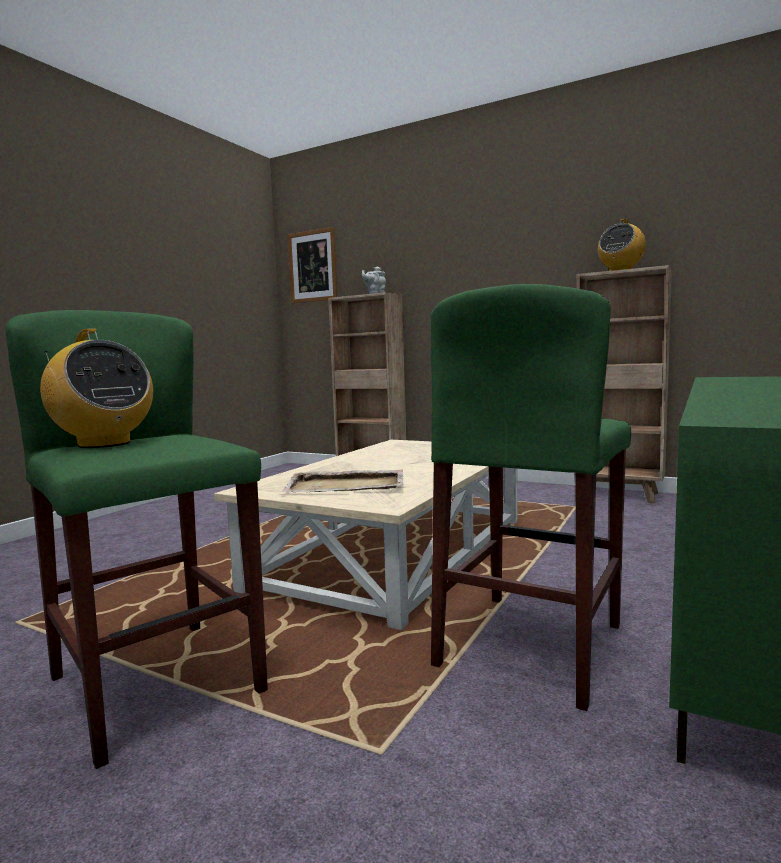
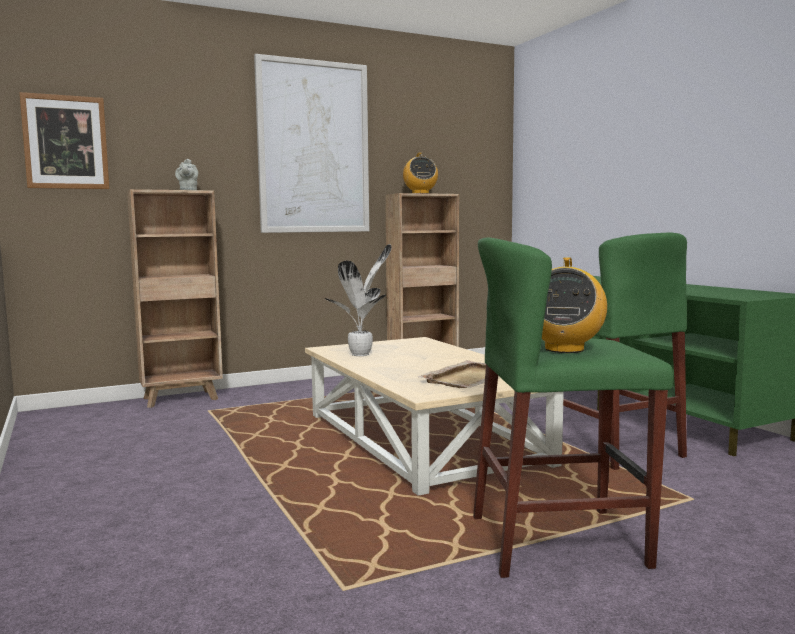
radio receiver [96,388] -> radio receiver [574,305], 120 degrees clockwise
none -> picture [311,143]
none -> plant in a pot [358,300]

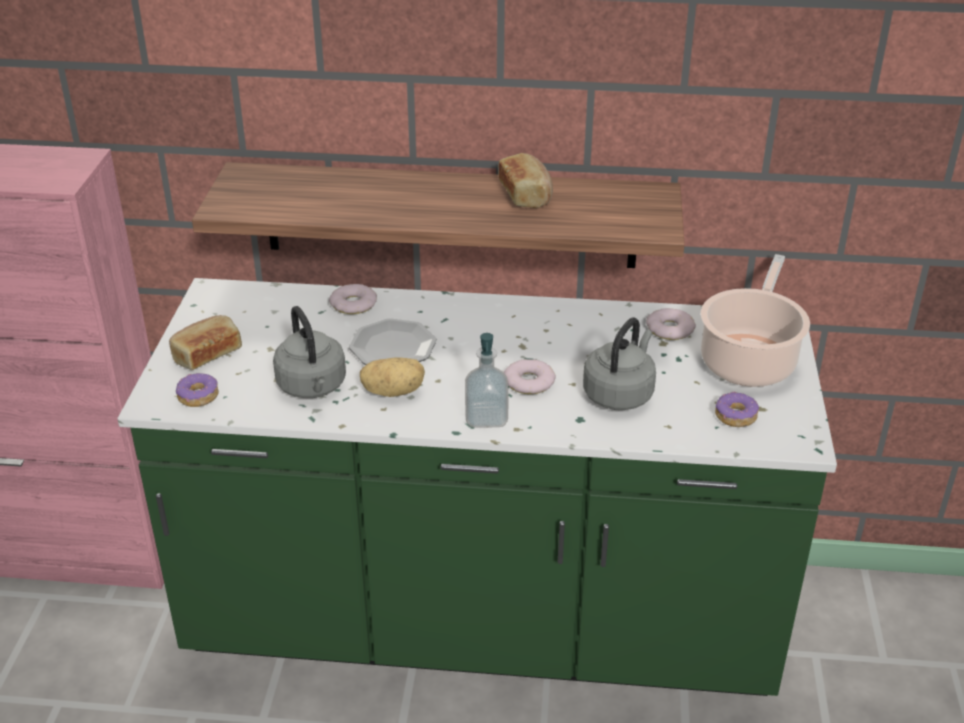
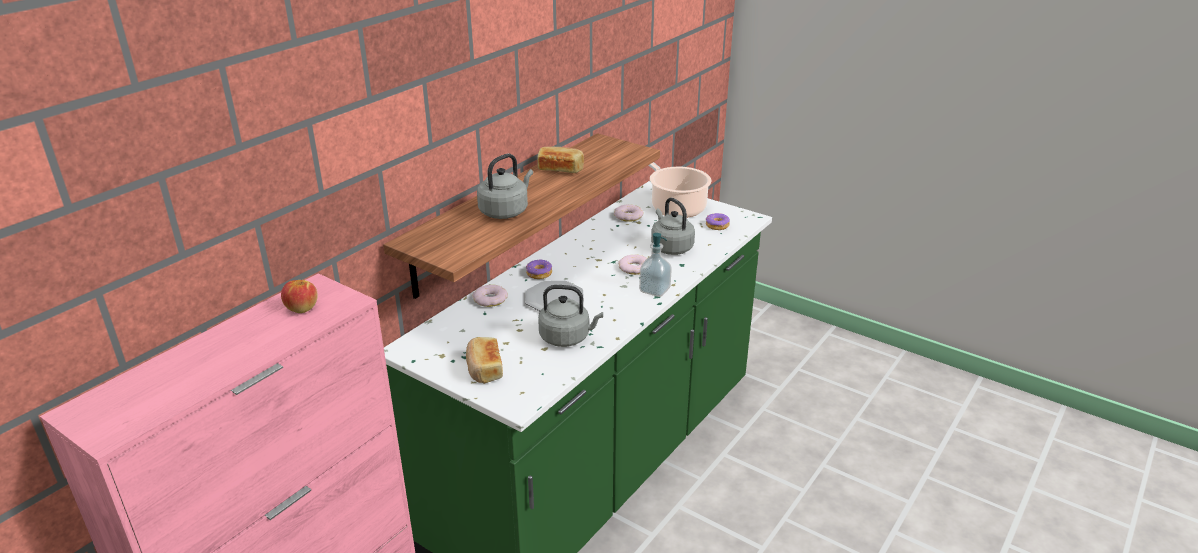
spud [392,377] -> none
doughnut [197,390] -> doughnut [539,269], relocated
none -> kettle (grey) [505,186]
none -> whole apple [299,296]

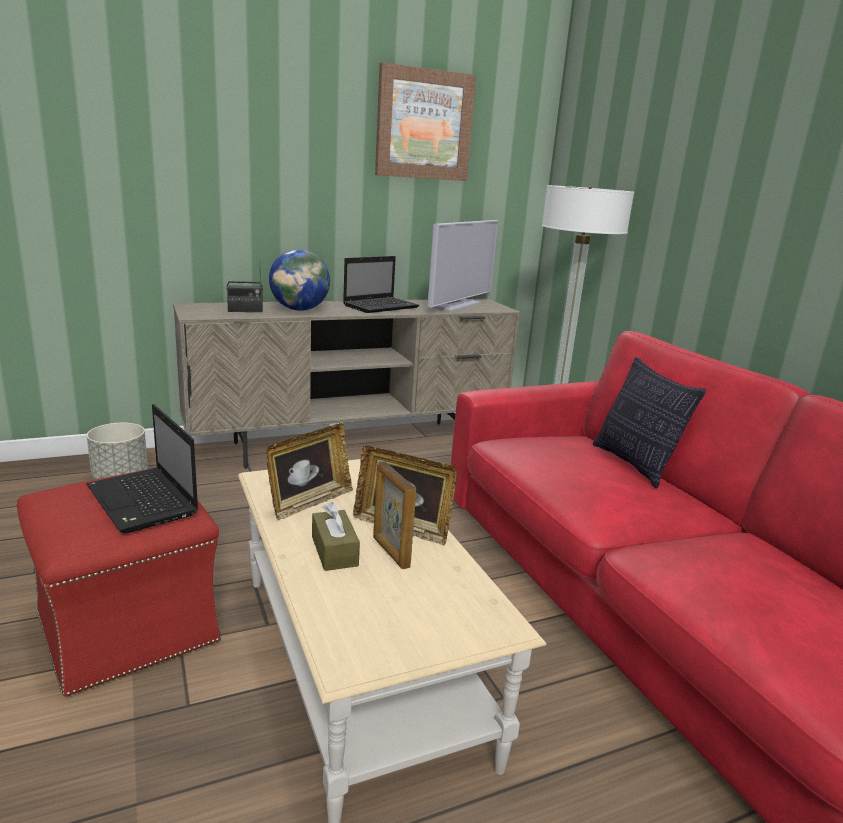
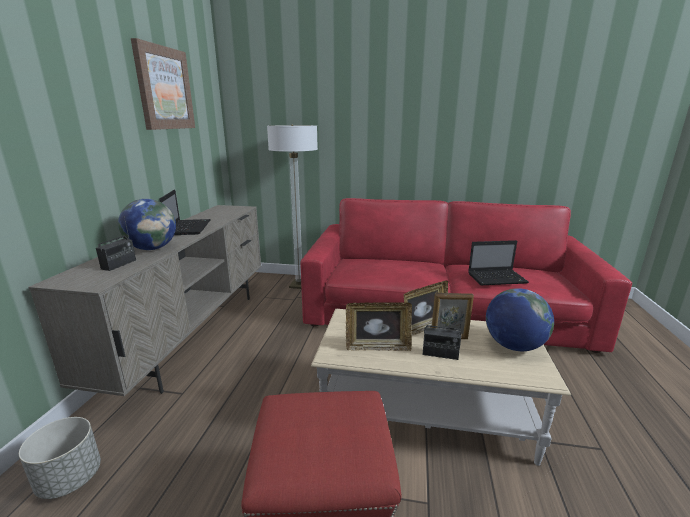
TV [462,265] -> none
cushion [649,422] -> none
notebook computer [142,469] -> notebook computer [498,262], relocated
picture frame [309,471] -> picture frame [379,326], 105 degrees clockwise
tissue holder (brownish) [336,536] -> radio receiver [442,337]
none -> globe [520,319]

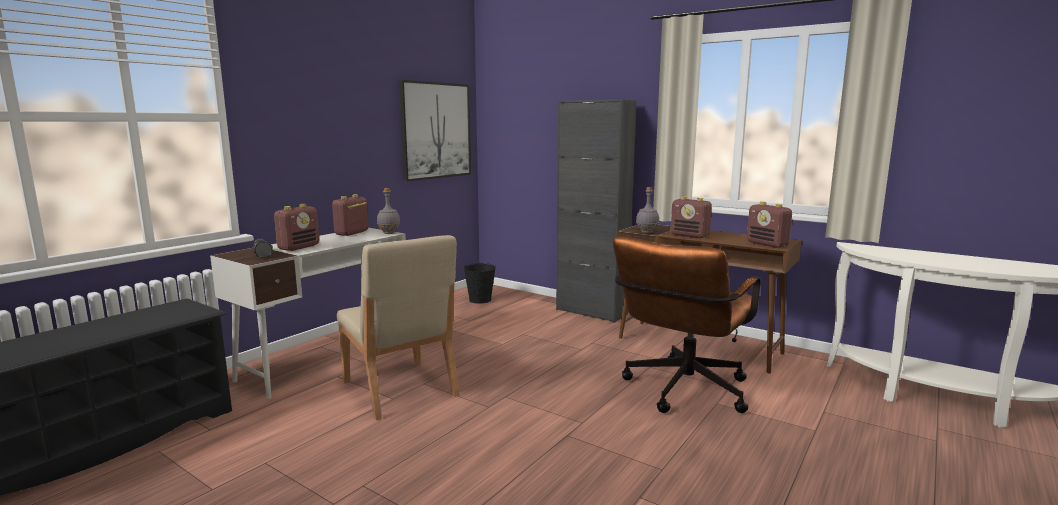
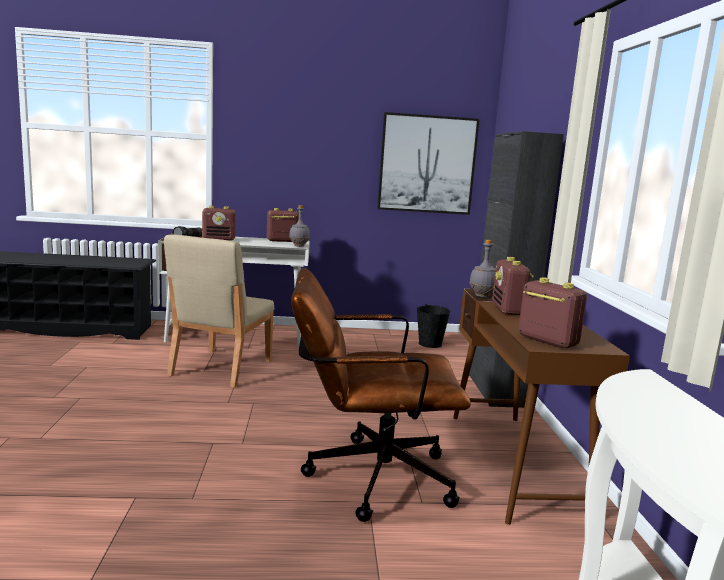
radio receiver [769,225] -> radio receiver [552,312], 120 degrees clockwise

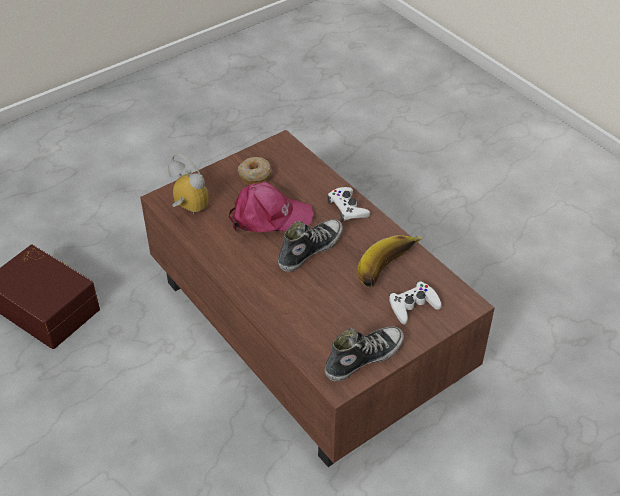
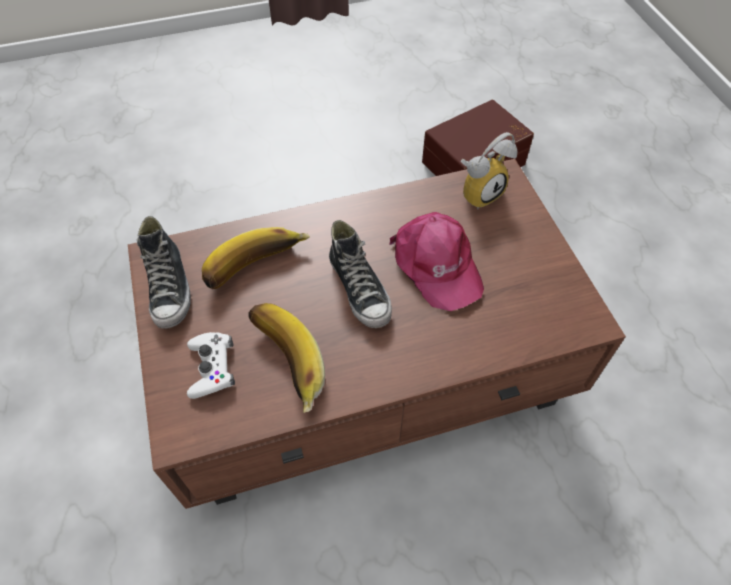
doughnut [255,171] -> none
cap (pinkish) [271,207] -> cap (pinkish) [437,261], 45 degrees counterclockwise
gamepad (white) [348,204] -> none
none -> banana fruit [256,258]

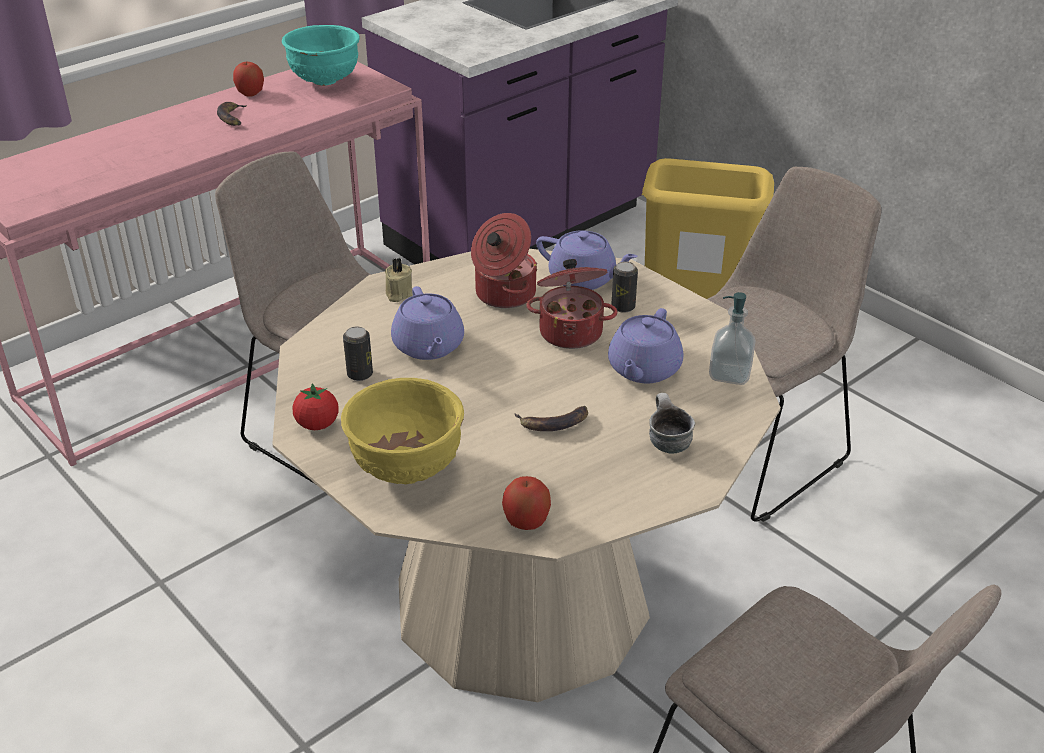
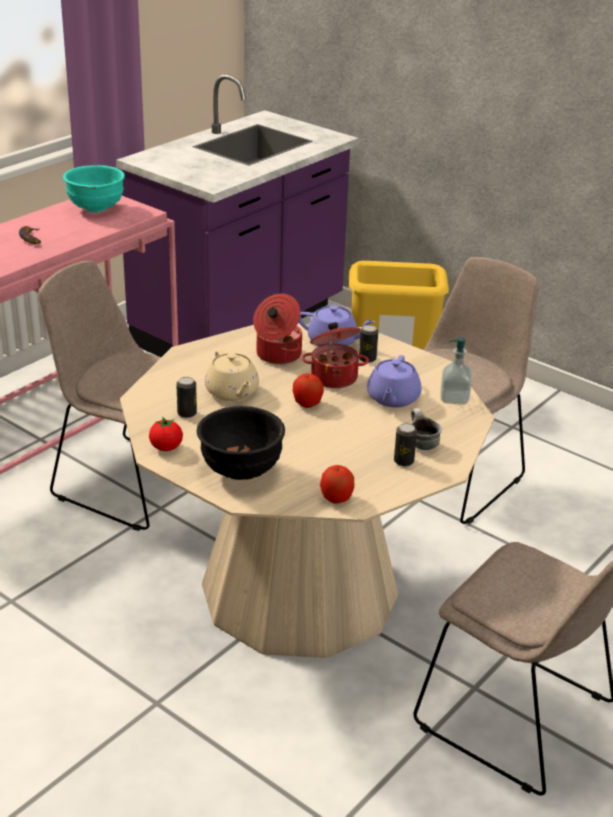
whole apple [248,79] -> whole apple [308,391], relocated
wax light (beige-coloured) [399,280] -> none
teapot (purple) [427,323] -> teapot (beige-coloured) [232,375]
deep dish (yellowish) [402,431] -> deep dish (black-coloured) [241,443]
banana fruit [551,418] -> none
none -> sealed can [405,444]

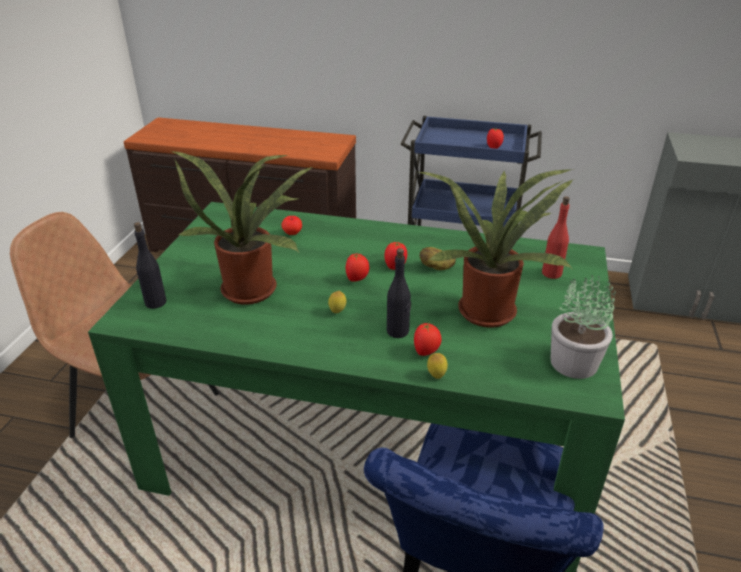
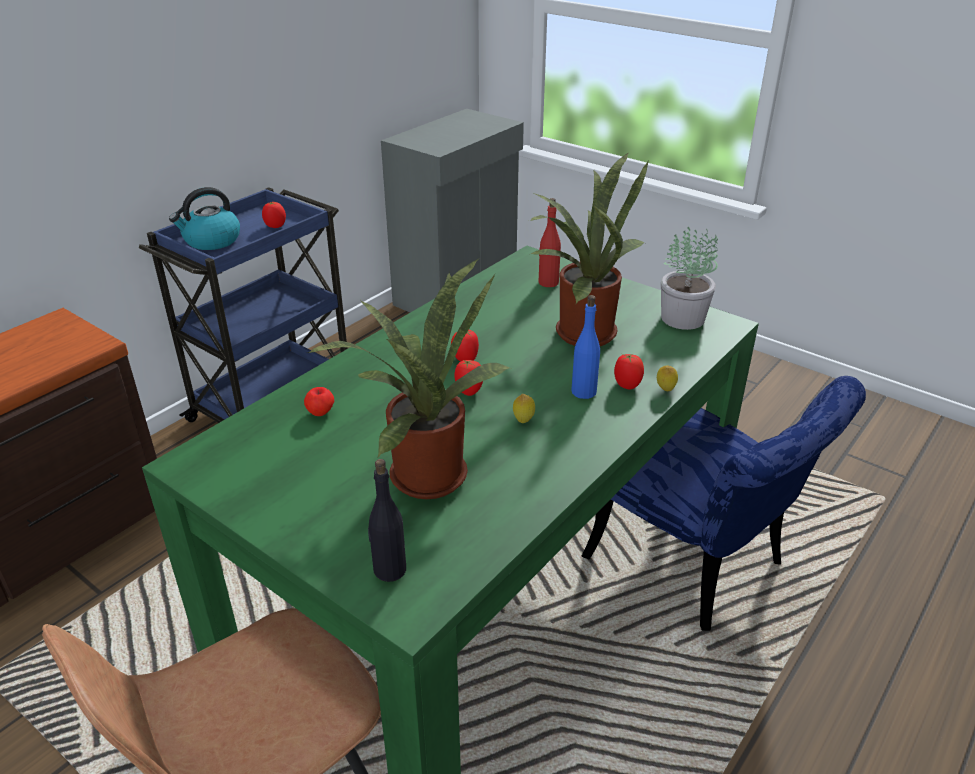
spud [437,258] -> none
bottle (black-coloured) [399,293] -> bottle (bluish) [586,347]
none -> kettle [204,218]

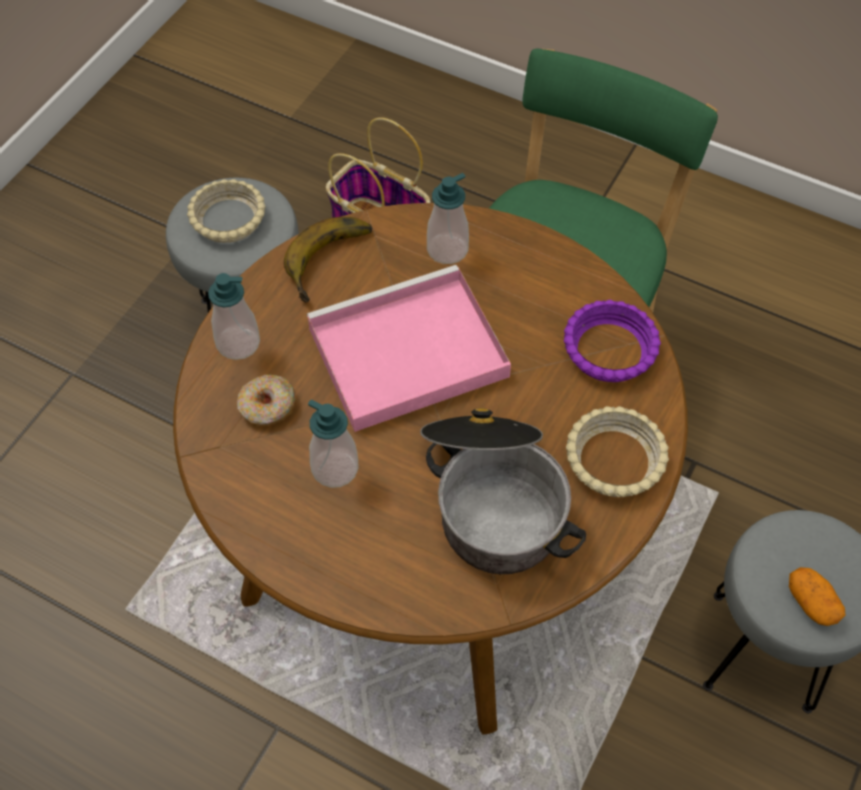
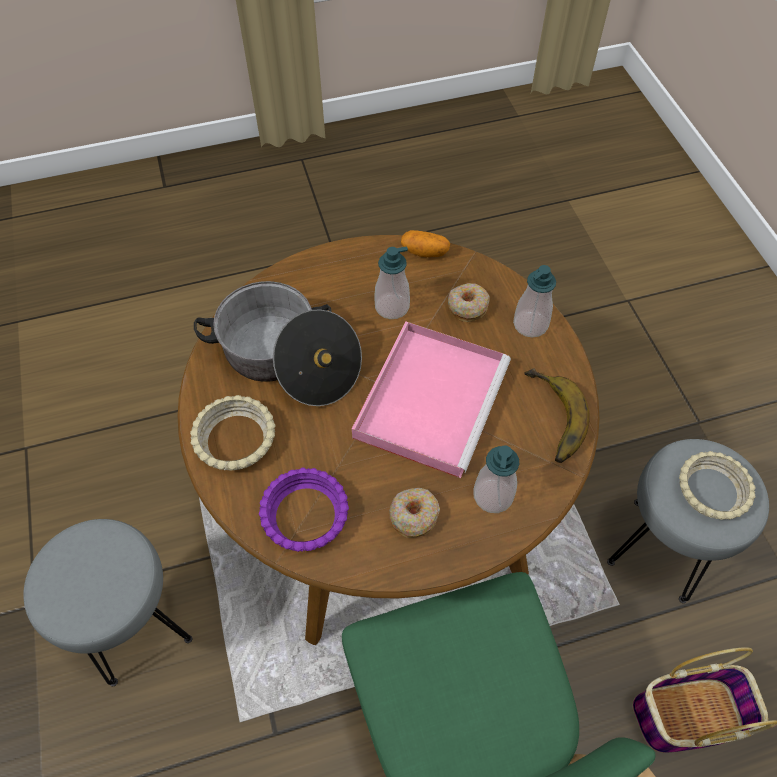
spud [817,596] -> spud [425,243], relocated
none -> doughnut [414,513]

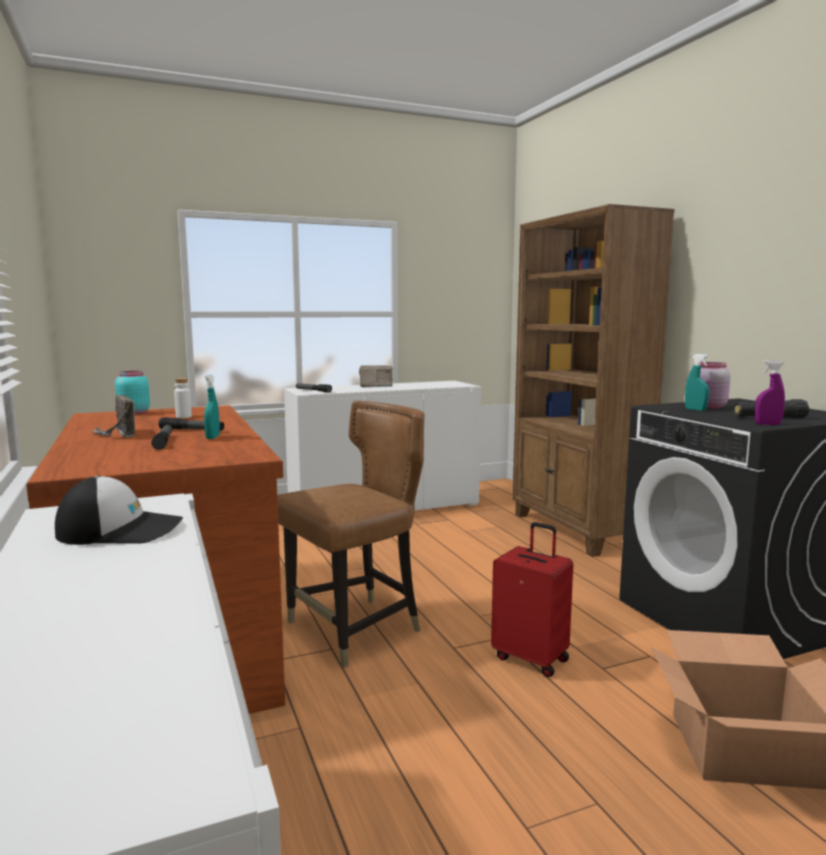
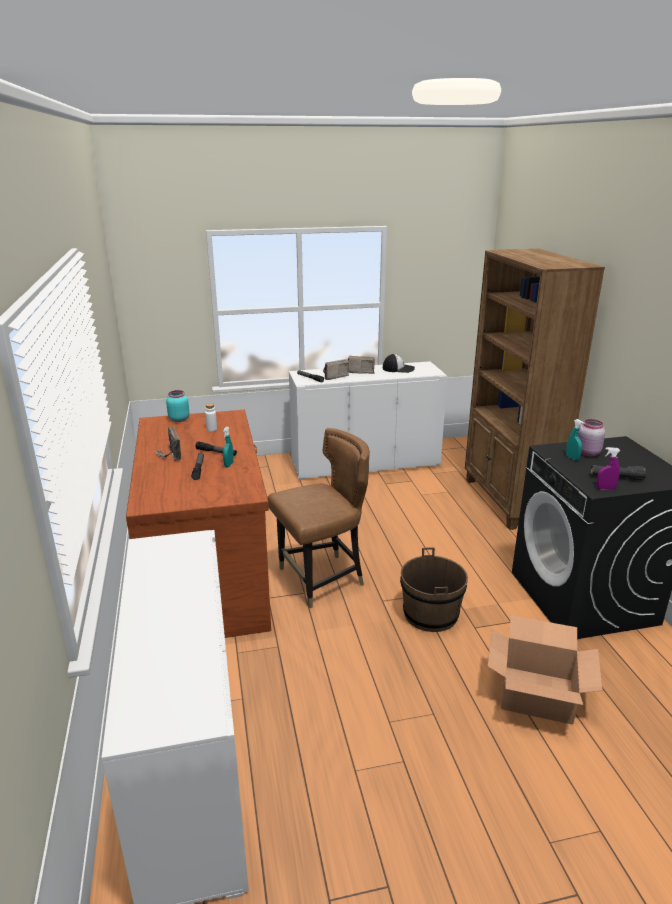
cap [119,510] -> cap [399,363], relocated
travel case (red-coloured) [532,599] -> pail (brownish) [434,590]
none -> radio receiver [336,369]

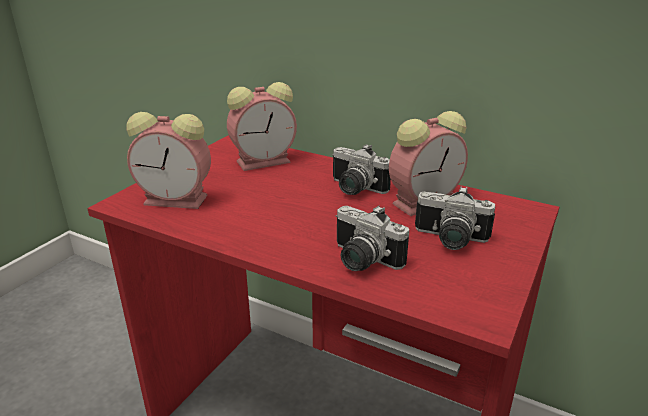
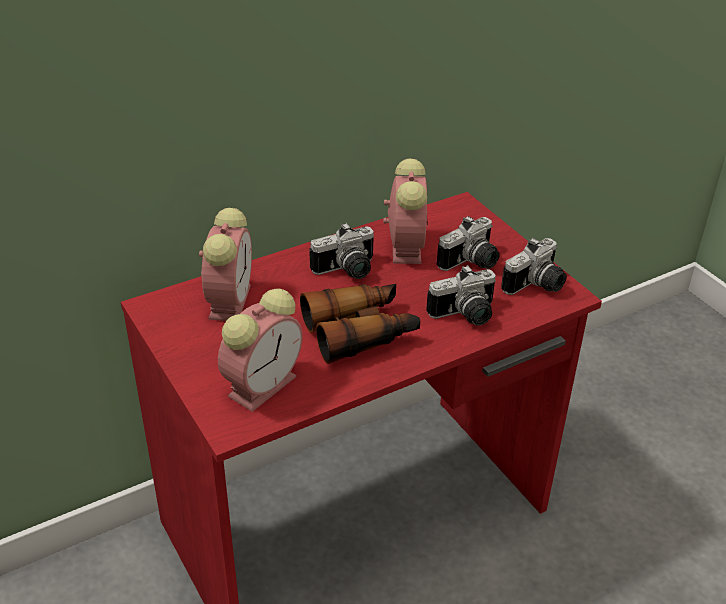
none -> still camera [534,266]
none -> field glasses [360,324]

